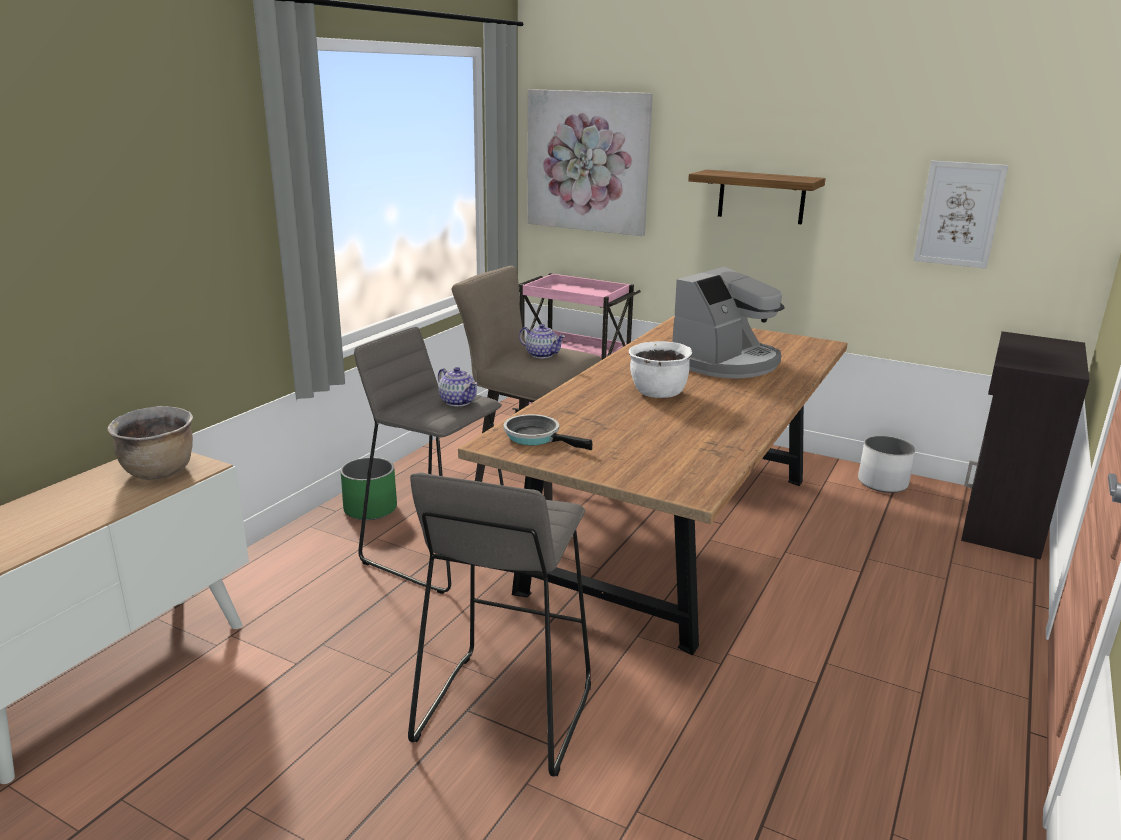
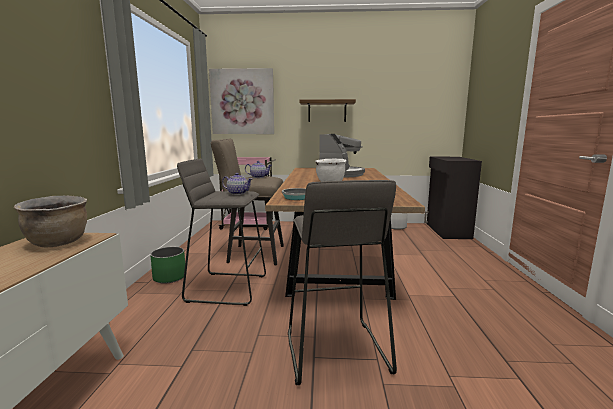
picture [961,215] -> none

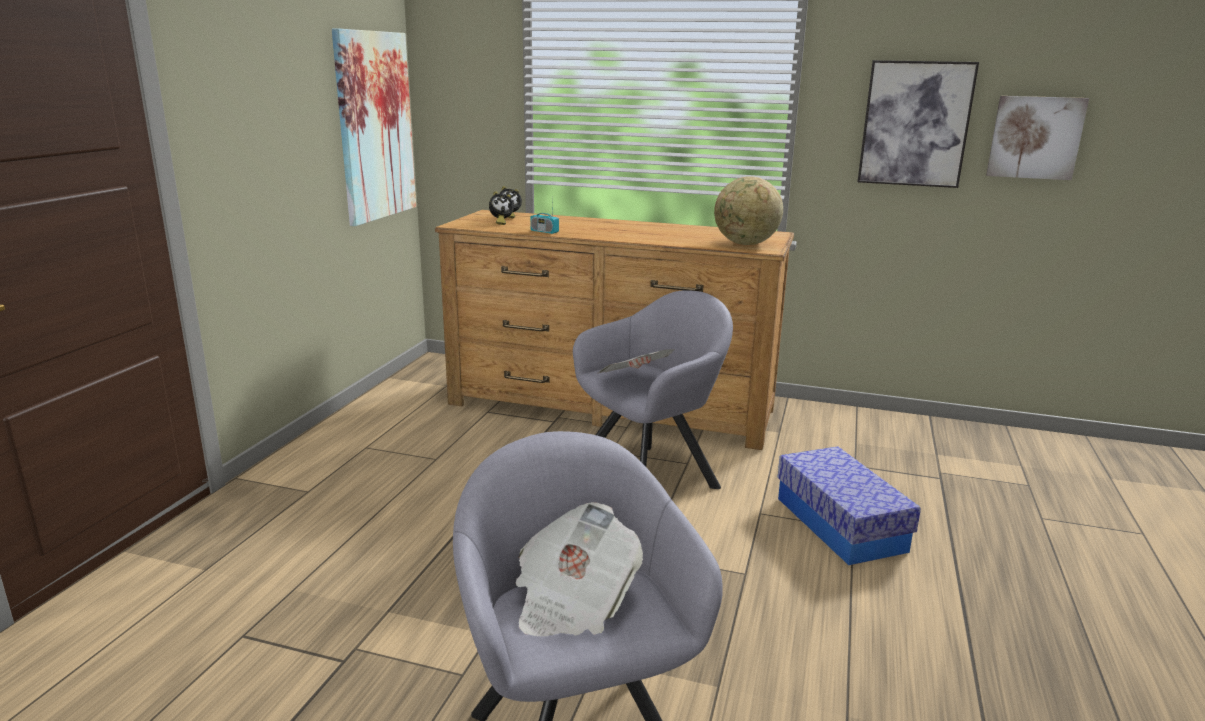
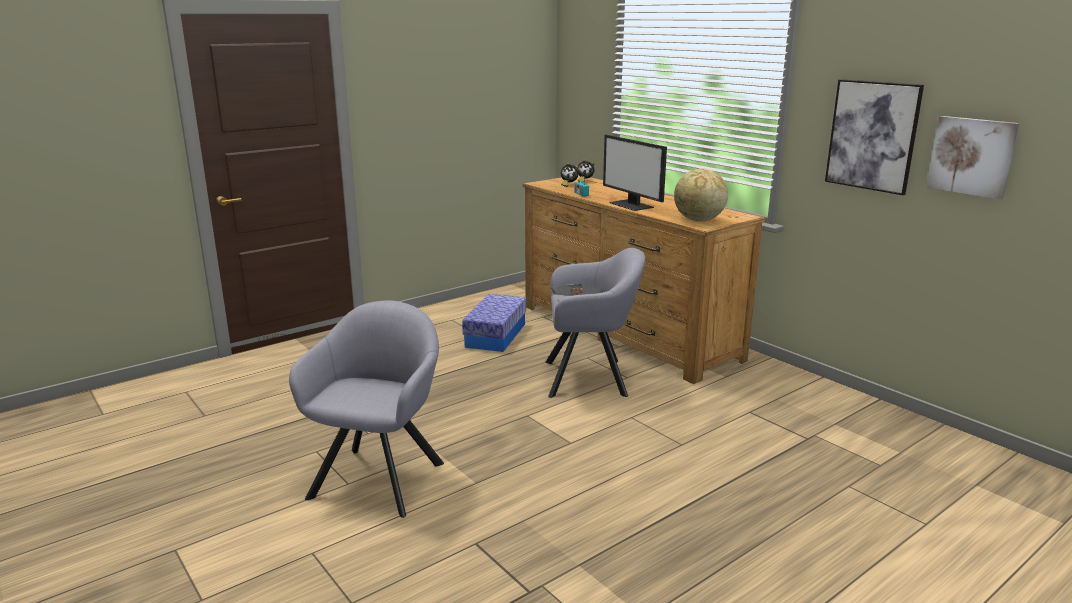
picture [374,127] -> none
storage container [849,505] -> storage container [494,323], relocated
newspaper [579,569] -> none
none -> computer display [635,173]

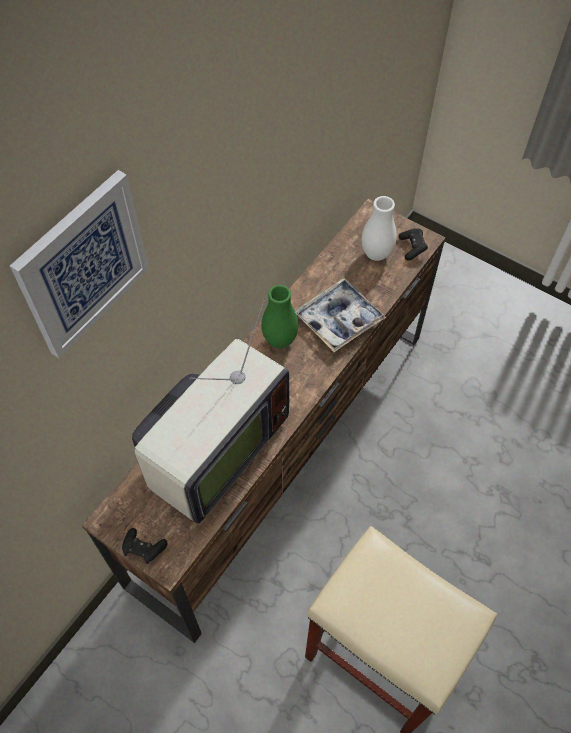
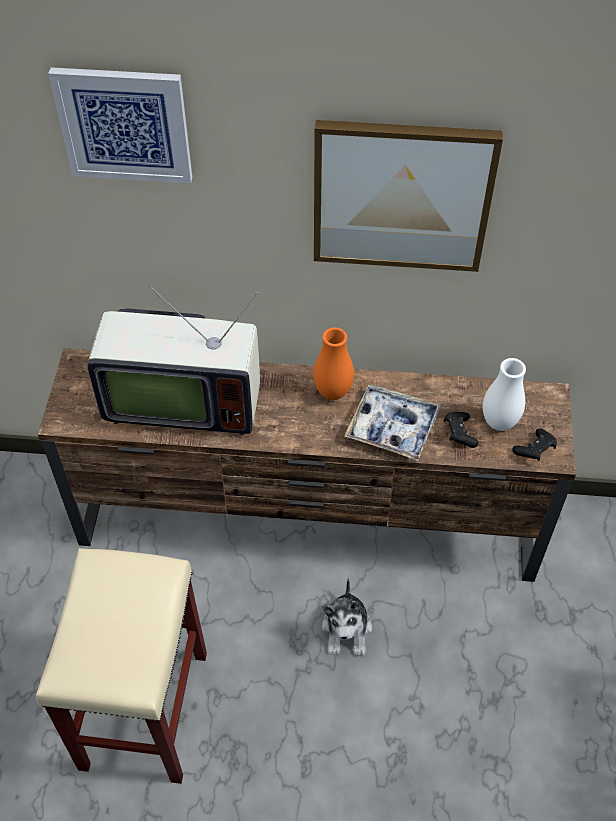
decorative vase (green-coloured) [279,316] -> decorative vase (orange-coloured) [333,363]
gamepad (black-coloured) [144,546] -> gamepad (black-coloured) [461,430], relocated
none -> picture [408,196]
none -> plush toy [347,617]

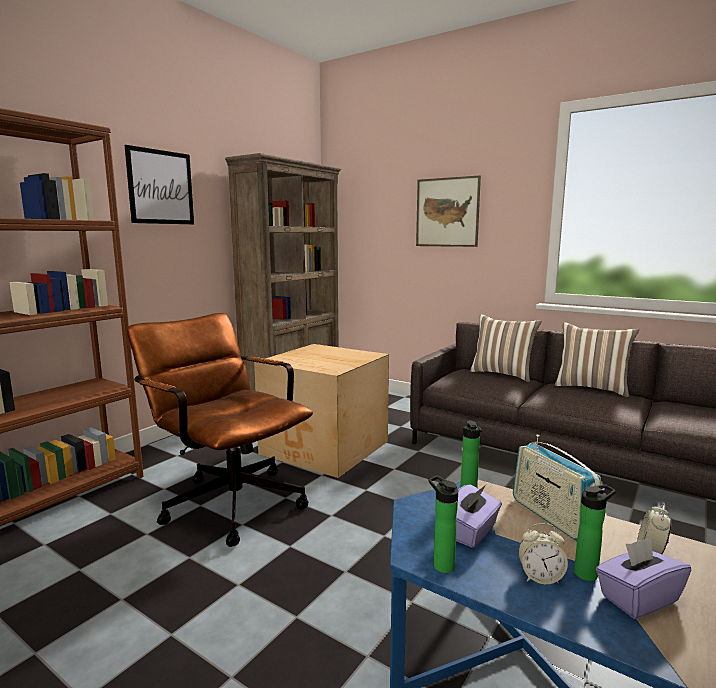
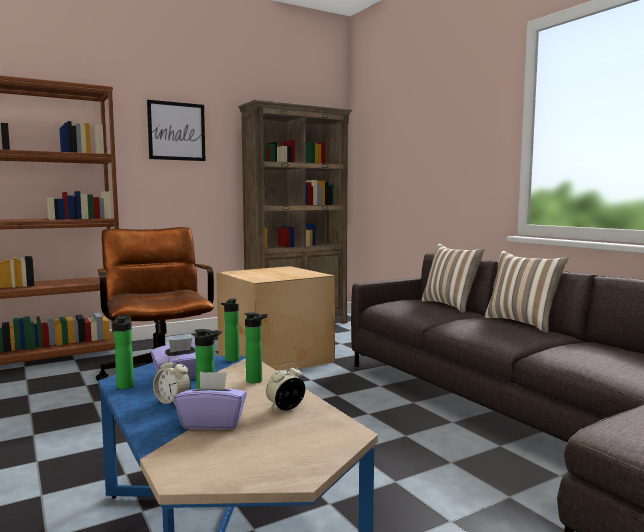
picture [448,211] -> none
radio receiver [557,488] -> bottle [256,347]

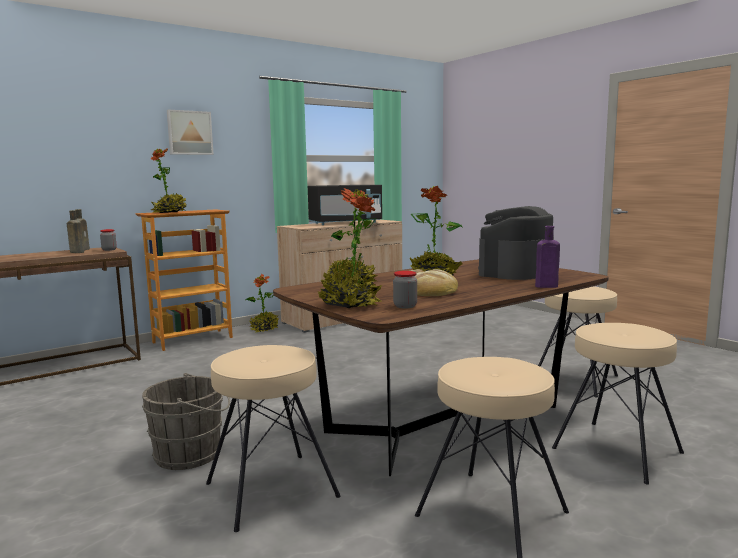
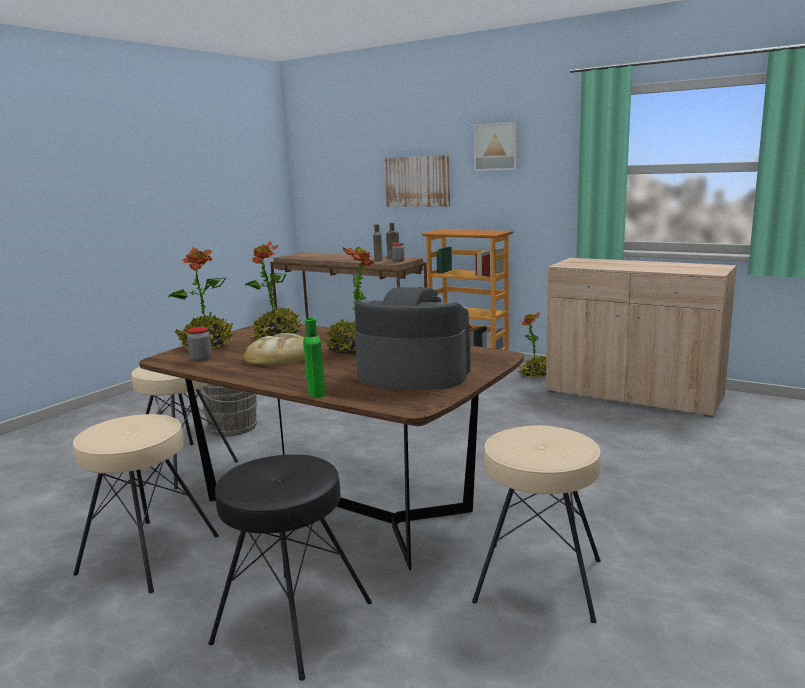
plant in a pot [168,180] -> none
microwave (black-coloured) [345,205] -> none
bottle (purple) [547,257] -> bottle (green-coloured) [314,358]
stool seat (beige-coloured) [618,404] -> stool seat (black-coloured) [290,567]
none -> picture [417,181]

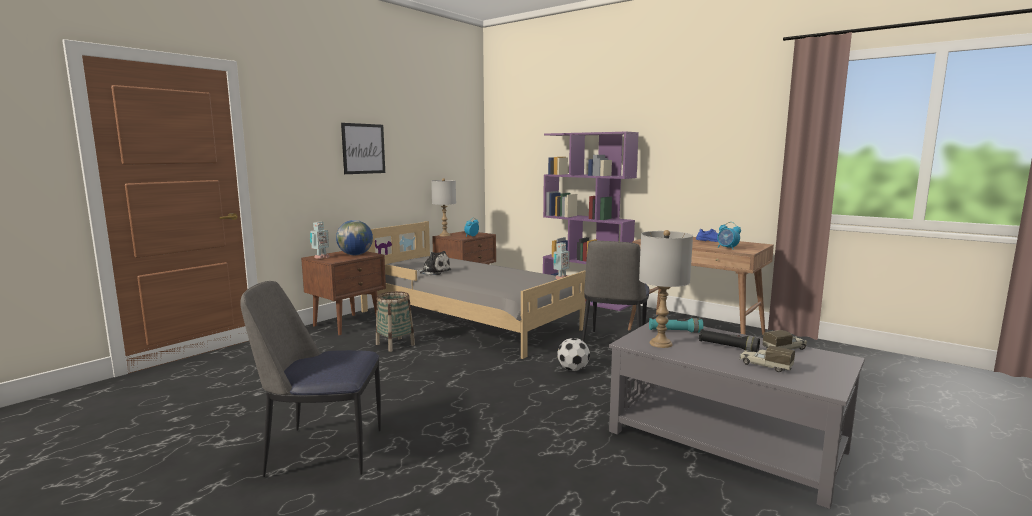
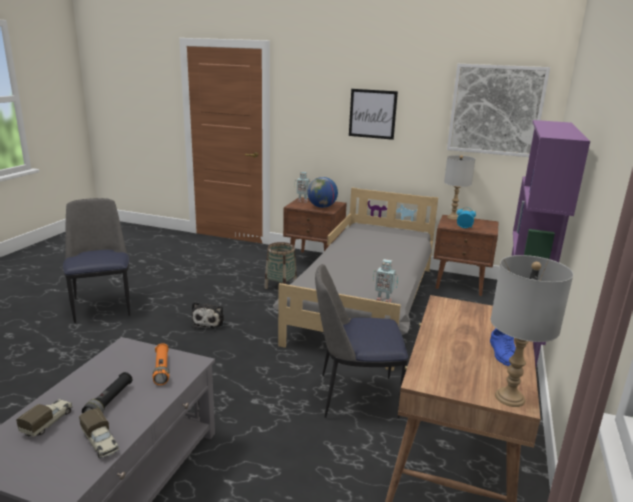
bedside clock [729,236] -> none
lamp for a table (grey) [666,289] -> lamp for a table (grey) [532,331], relocated
plush toy [434,263] -> plush toy [208,315], relocated
torch (turquoise-coloured) [676,325] -> torch (orange-coloured) [161,364]
football ball [573,354] -> none
none -> picture [498,110]

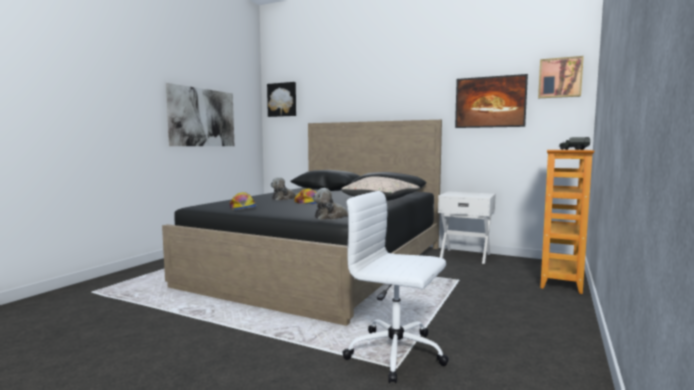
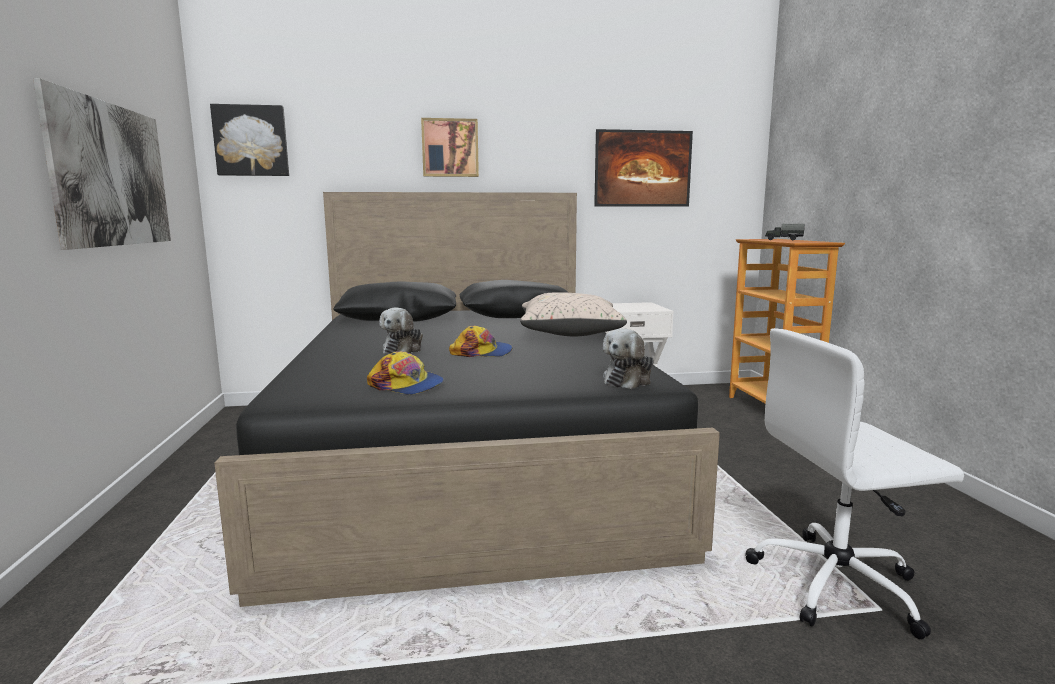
picture [561,77] -> picture [450,147], relocated

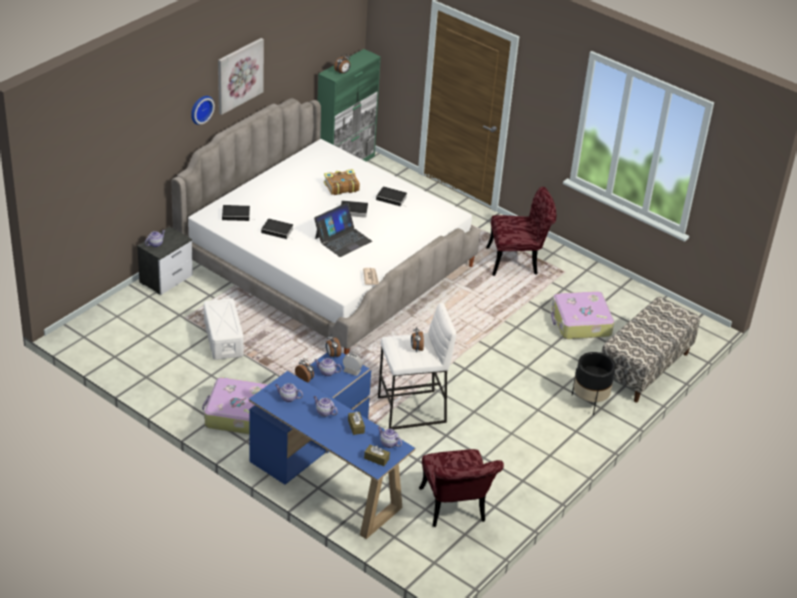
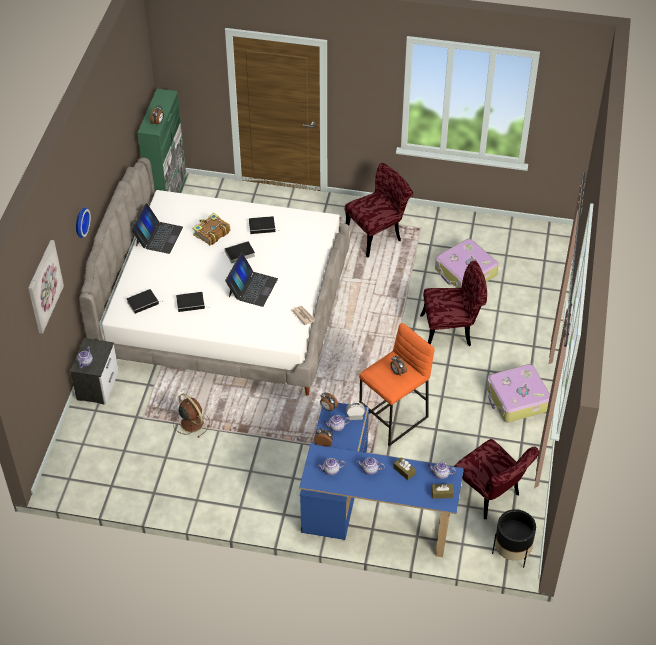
picture [241,76] -> picture [46,287], relocated
long seat [650,350] -> none
storage container (white) [224,329] -> cooling fan (brownish) [191,415]
stool seat (white) [417,366] -> stool seat (orange-coloured) [396,384]
plant pot (black-coloured) [594,383] -> plant pot (black-coloured) [514,538], relocated
travel case [235,405] -> travel case [518,393], relocated
none -> notebook computer [157,228]
none -> plain chair (red-coloured) [453,303]

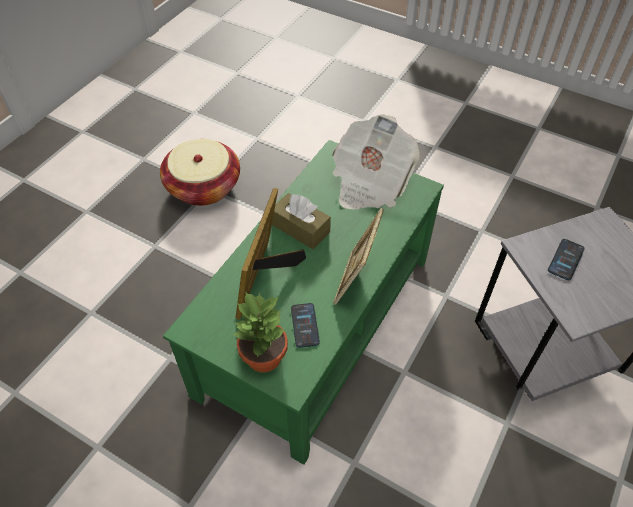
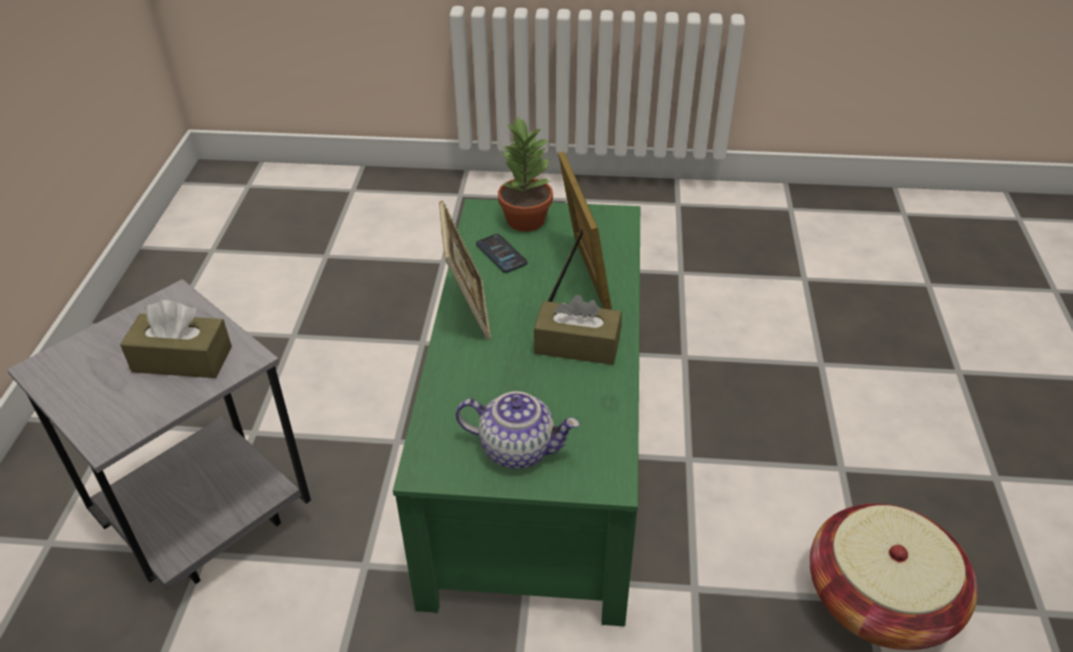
newspaper [376,162] -> teapot [517,430]
telephone [566,259] -> tissue holder (brownish) [176,339]

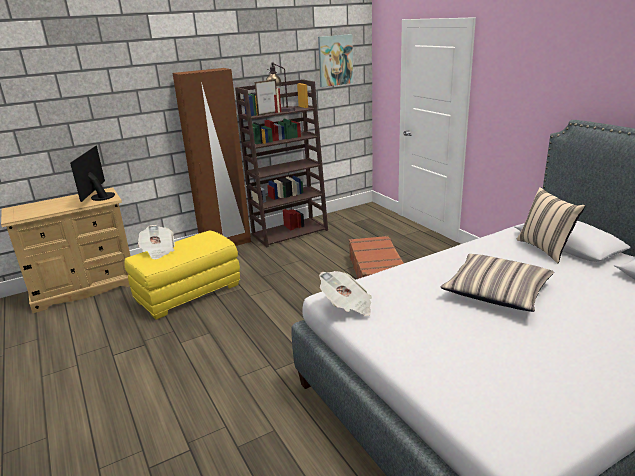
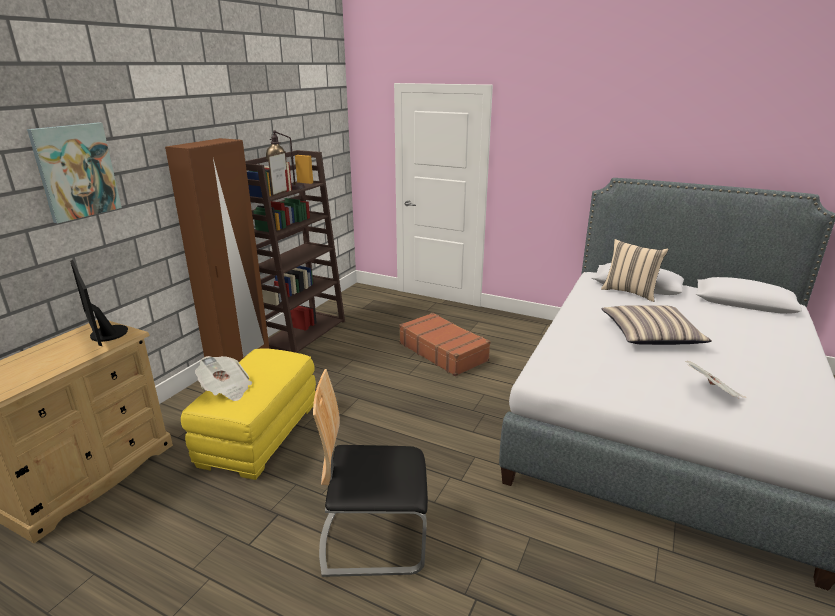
picture [335,60] -> picture [74,173], relocated
newspaper [345,293] -> newspaper [715,380], relocated
none -> plain chair [370,473]

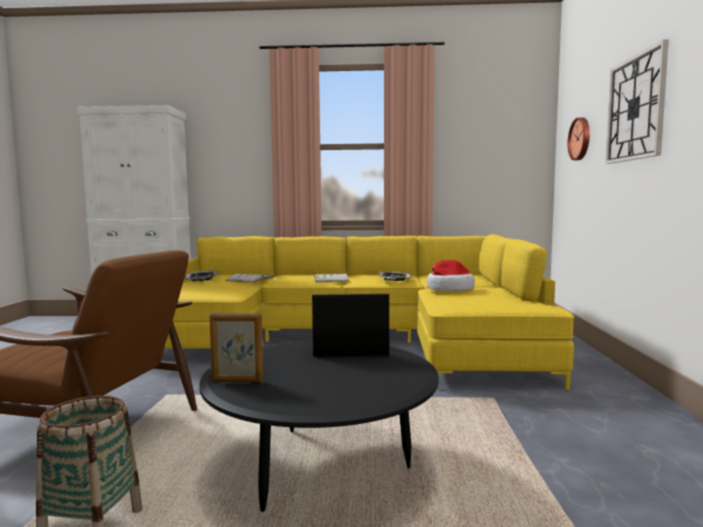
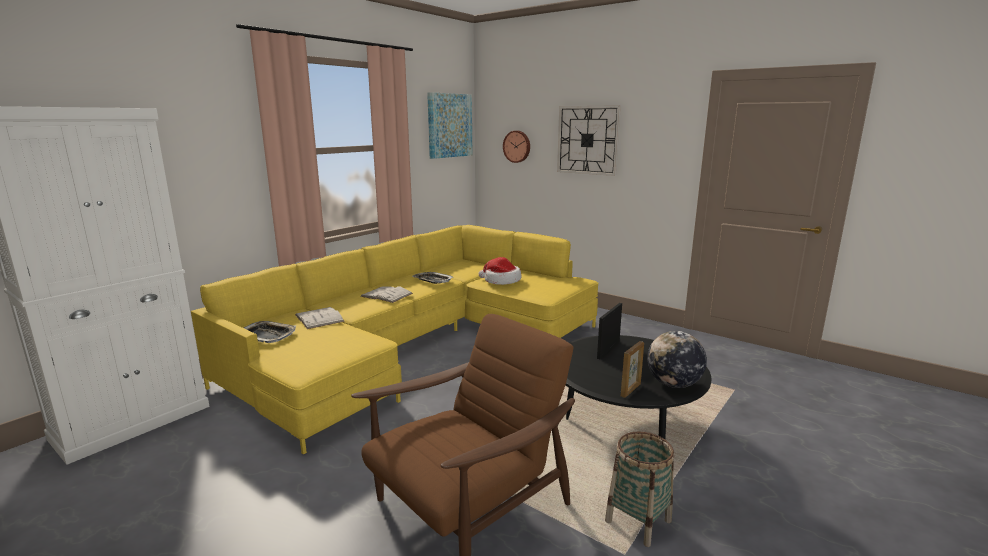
none -> picture [449,125]
none -> globe [677,359]

